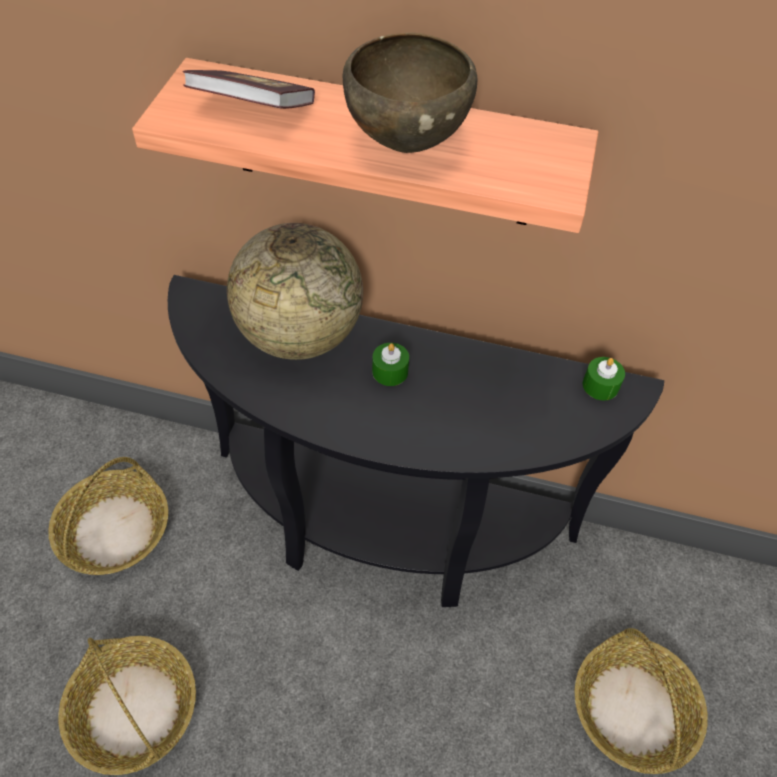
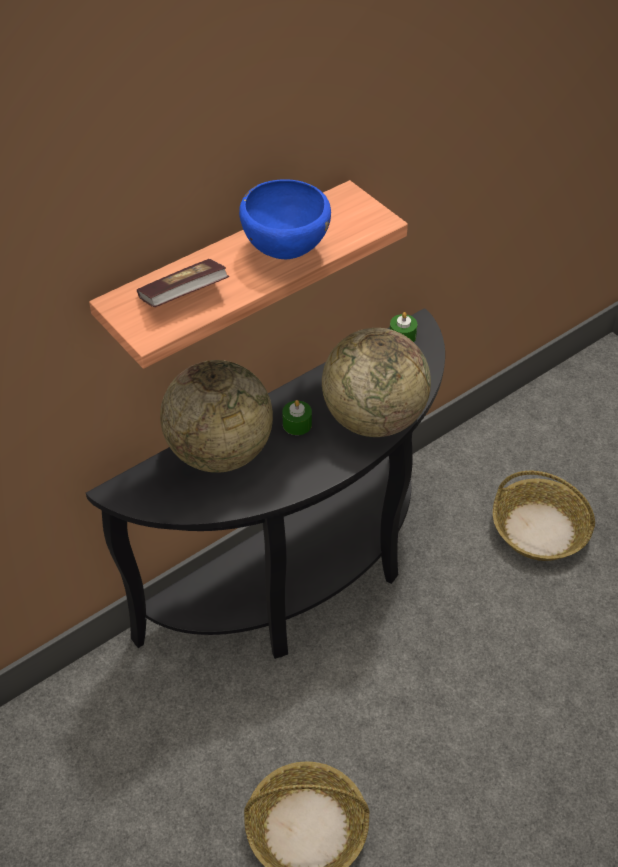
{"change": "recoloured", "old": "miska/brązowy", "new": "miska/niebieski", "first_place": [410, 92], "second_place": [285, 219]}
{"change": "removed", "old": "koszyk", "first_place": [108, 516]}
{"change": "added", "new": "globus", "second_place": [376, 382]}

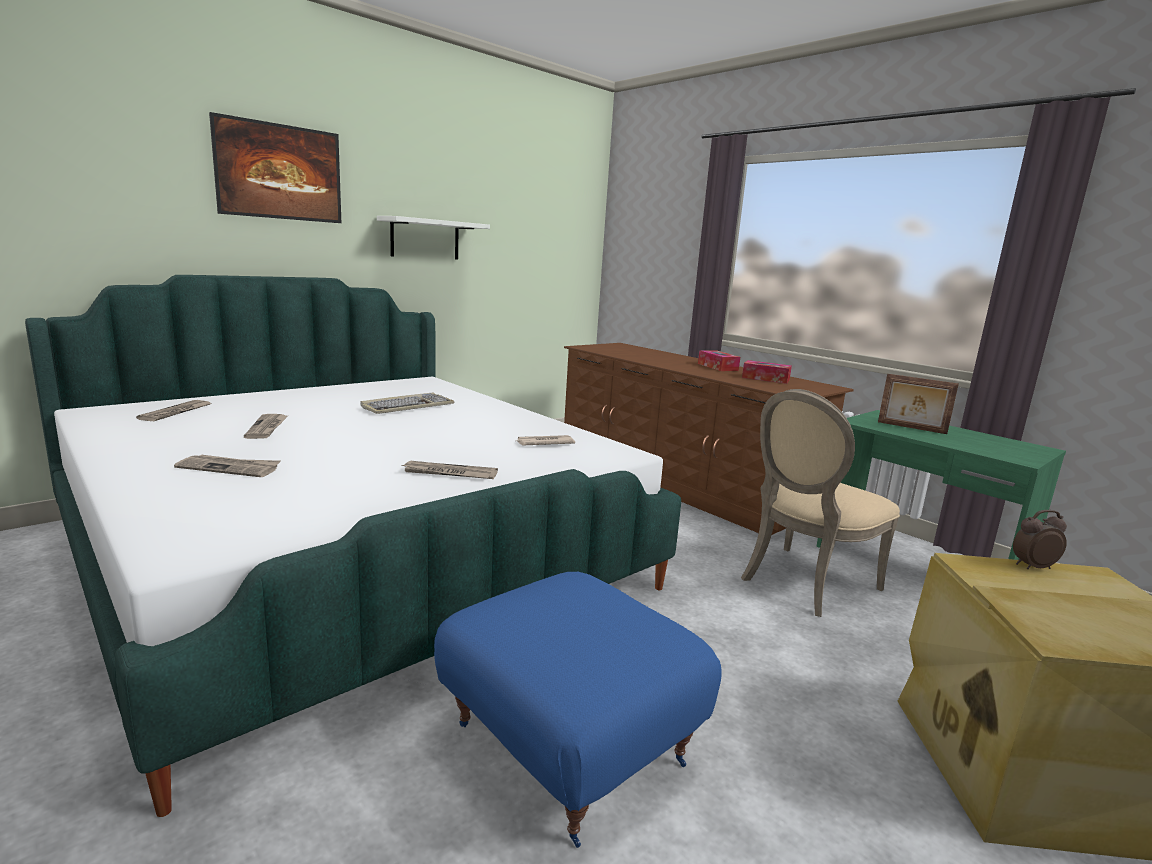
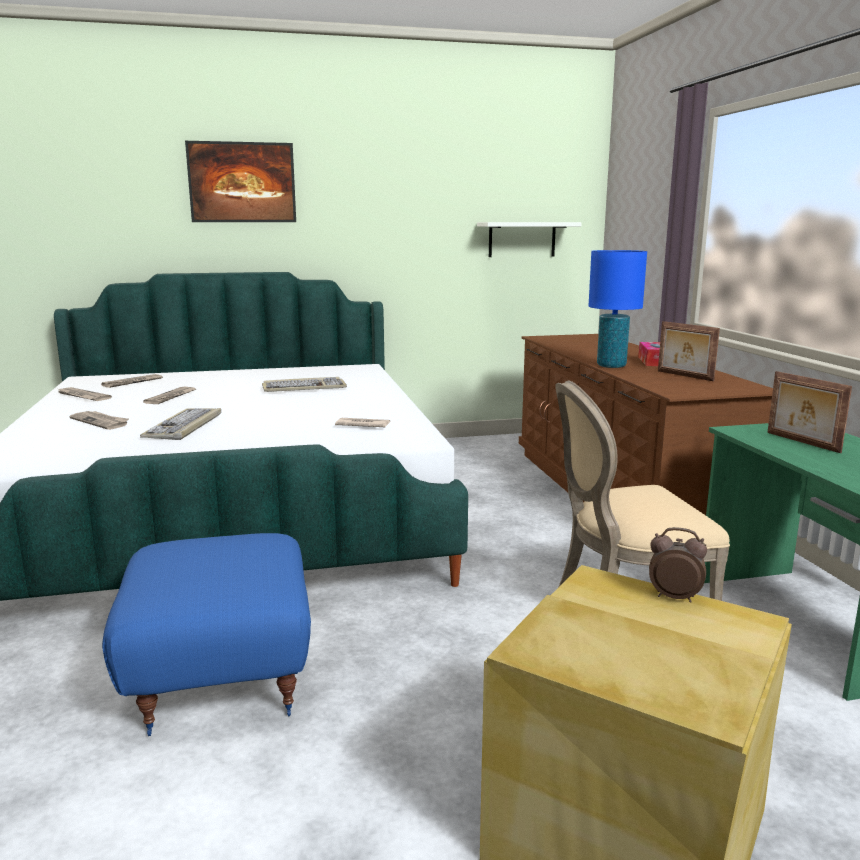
{"change": "moved", "old": "półka/biały", "first_place": [433, 238], "second_place": [529, 239]}
{"change": "replaced", "old": "pudełko chusteczek", "new": "ramka na zdjęcie", "first_place": [767, 372], "second_place": [689, 351]}
{"change": "moved", "old": "gazeta", "first_place": [449, 470], "second_place": [84, 394]}
{"change": "added", "new": "lampa stołowa/niebieski", "second_place": [618, 309]}
{"change": "added", "new": "klawiatura", "second_place": [180, 424]}

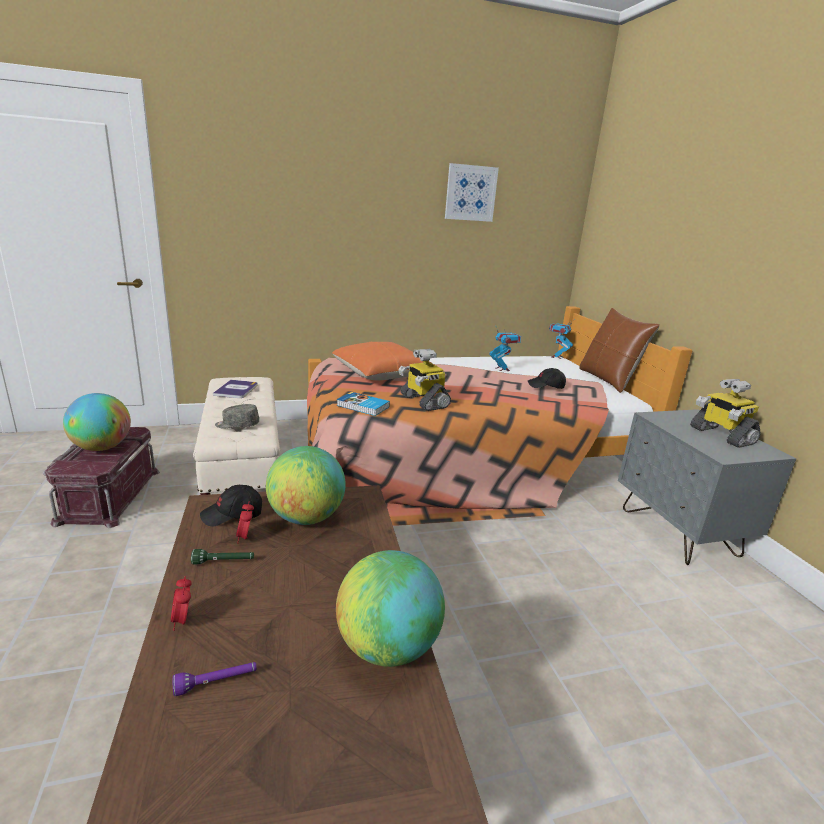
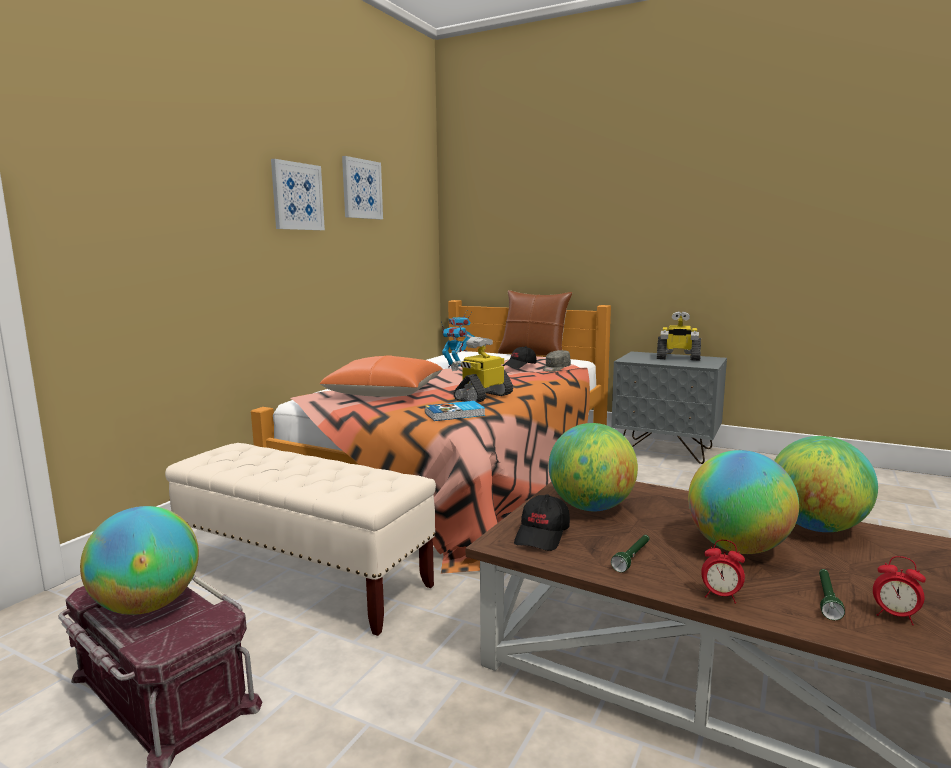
{"change": "turned", "old": "robot zabawkowy", "first_place": [424, 380], "second_place": [482, 370], "degrees": 120}
{"change": "removed", "old": "książka", "first_place": [235, 389]}
{"change": "moved", "old": "czapka z daszkiem/szary", "first_place": [237, 416], "second_place": [557, 361]}
{"change": "moved", "old": "budzik", "first_place": [245, 522], "second_place": [899, 590]}
{"change": "recoloured", "old": "latarka/fioletowy", "new": "latarka/zielony", "first_place": [215, 679], "second_place": [832, 594]}
{"change": "added", "new": "obraz", "second_place": [298, 194]}
{"change": "added", "new": "globus", "second_place": [743, 502]}

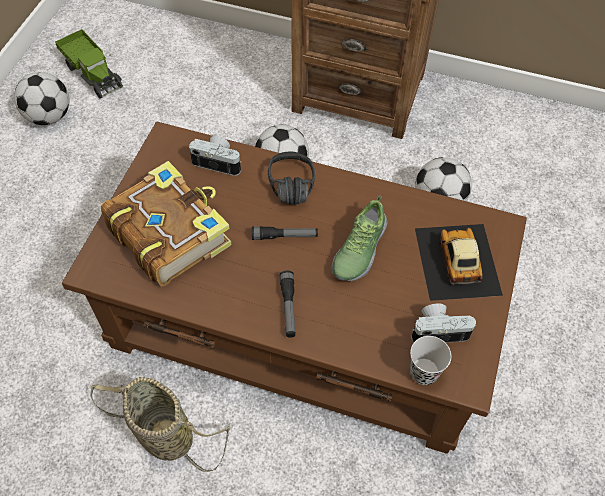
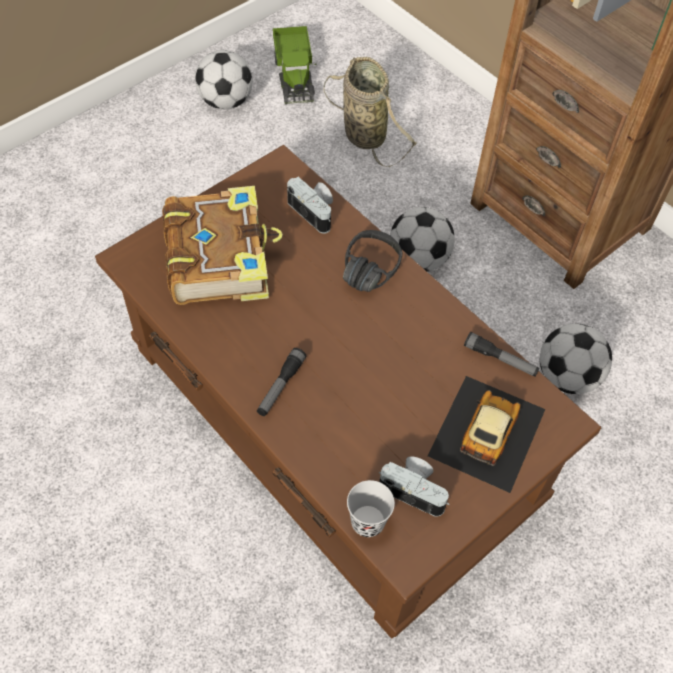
{"change": "removed", "old": "but", "first_place": [359, 238]}
{"change": "moved", "old": "latarka", "first_place": [285, 233], "second_place": [502, 354]}
{"change": "moved", "old": "koszyk", "first_place": [160, 424], "second_place": [370, 112]}

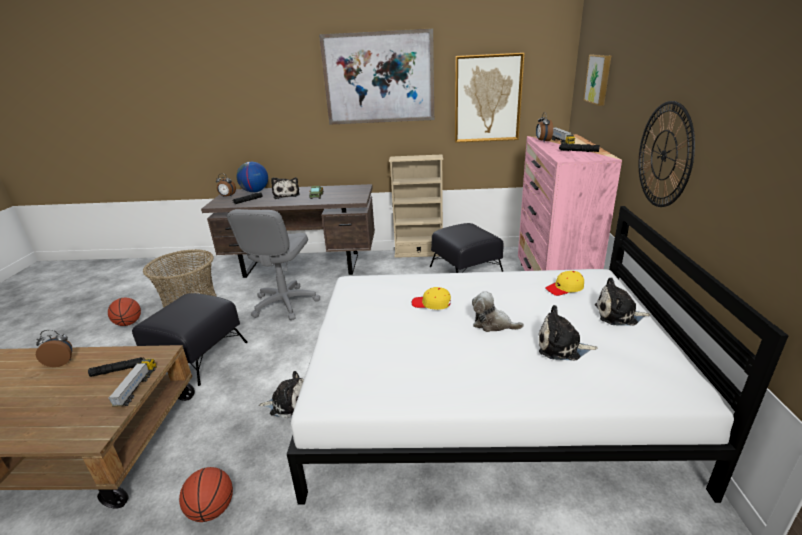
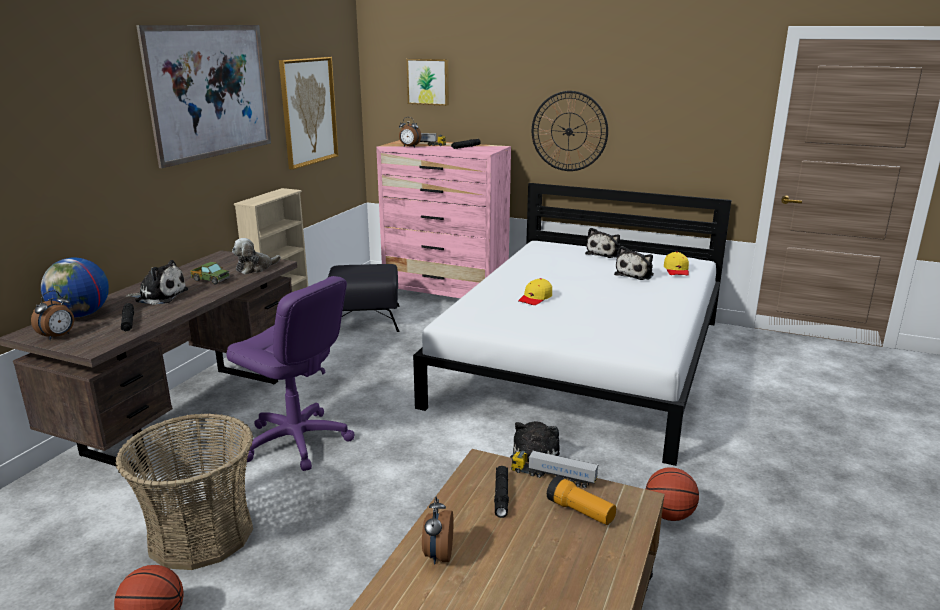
{"change": "recoloured", "old": "krzesło biurowe/szary", "new": "krzesło biurowe/fioletowy", "first_place": [273, 264], "second_place": [290, 373]}
{"change": "moved", "old": "czapka z daszkiem/żółty", "first_place": [564, 283], "second_place": [676, 264]}
{"change": "moved", "old": "pluszak", "first_place": [498, 311], "second_place": [256, 256]}
{"change": "removed", "old": "pufa/czarny", "first_place": [190, 339]}
{"change": "added", "new": "latarka", "second_place": [581, 500]}

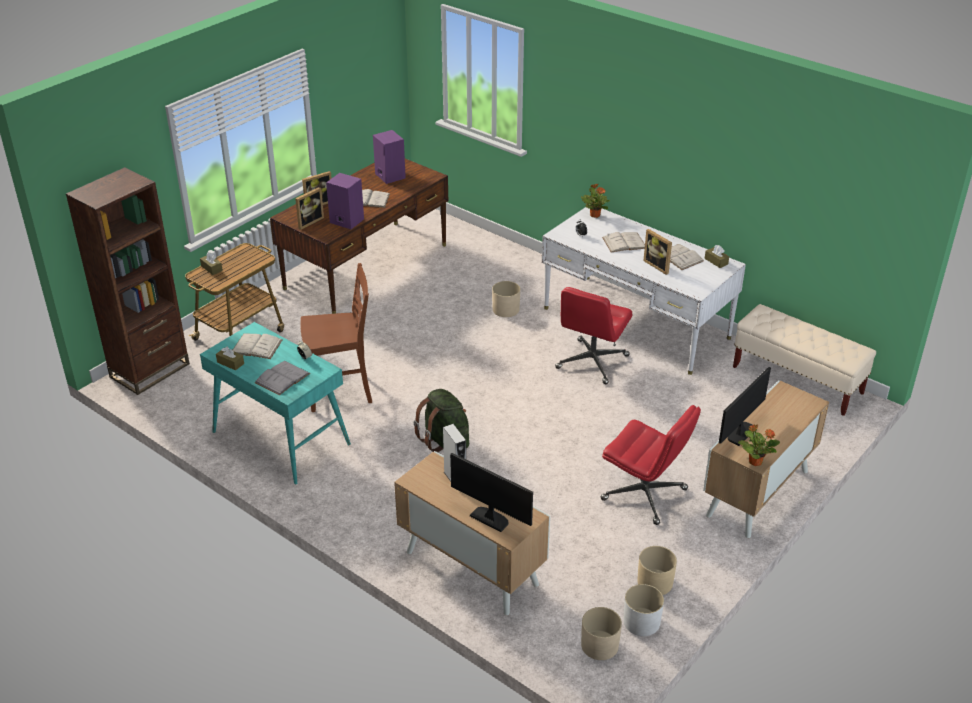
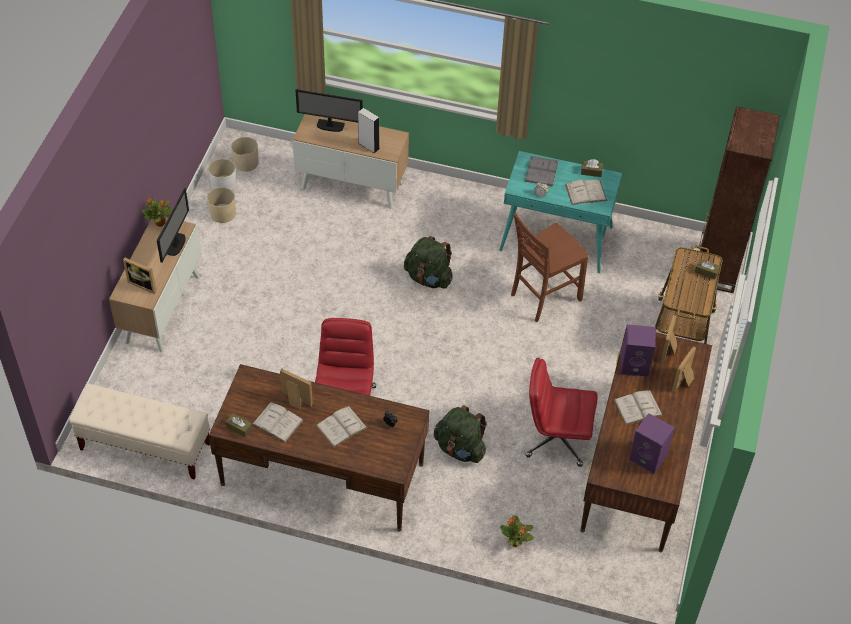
{"change": "moved", "old": "roślina doniczkowa", "first_place": [595, 201], "second_place": [517, 531]}
{"change": "recoloured", "old": "biurko/biały", "new": "biurko/brązowy", "first_place": [644, 291], "second_place": [319, 448]}
{"change": "replaced", "old": "donica/beżowy", "new": "plecak/zielony", "first_place": [506, 299], "second_place": [460, 434]}
{"change": "moved", "old": "krzesło biurowe/czerwony", "first_place": [651, 465], "second_place": [561, 412]}
{"change": "added", "new": "ramka na zdjęcie", "second_place": [139, 276]}

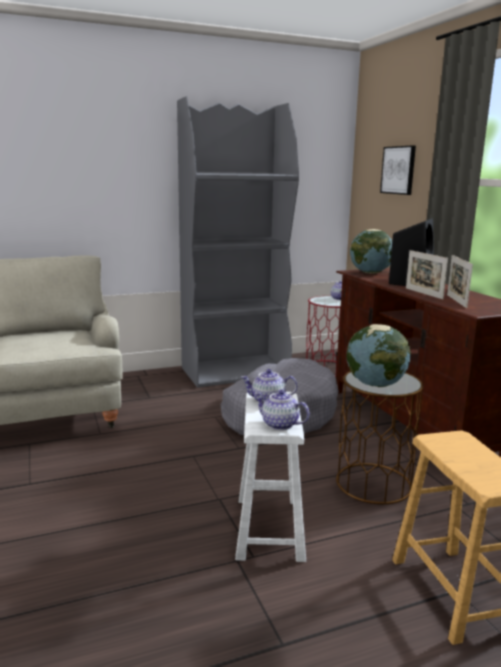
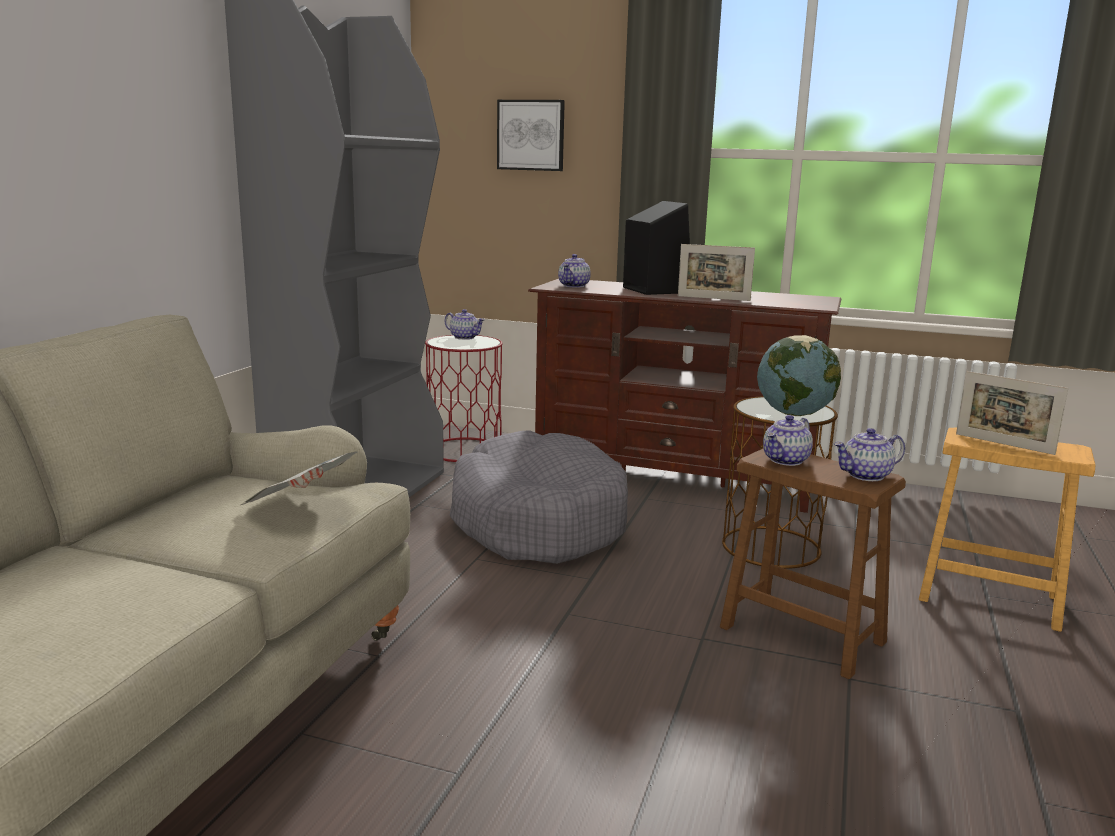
{"change": "replaced", "old": "globus", "new": "imbryk", "first_place": [371, 251], "second_place": [574, 271]}
{"change": "moved", "old": "ramka na zdjęcie", "first_place": [460, 281], "second_place": [1012, 413]}
{"change": "recoloured", "old": "stołek/biały", "new": "stołek/brązowy", "first_place": [270, 477], "second_place": [813, 563]}
{"change": "added", "new": "gazeta", "second_place": [299, 478]}

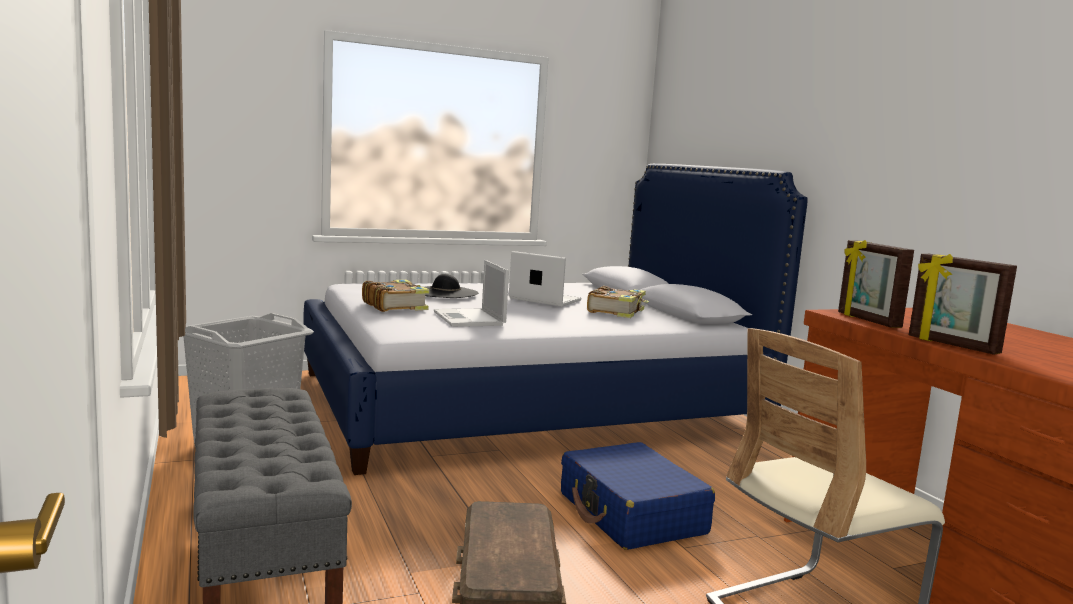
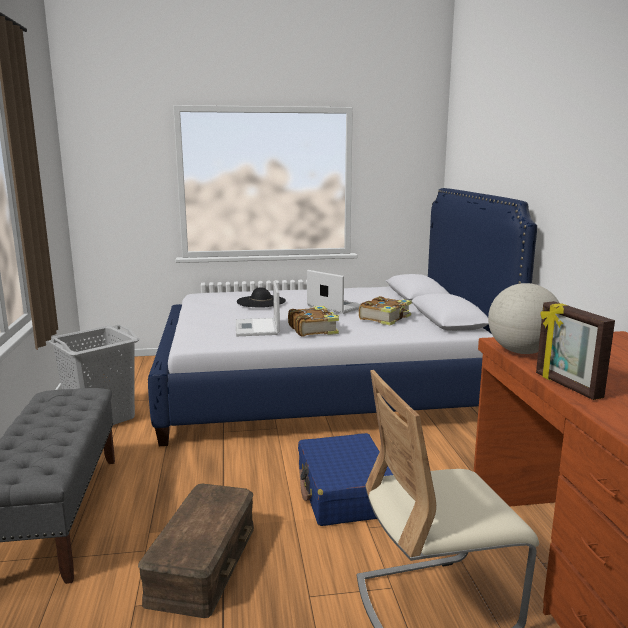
{"change": "replaced", "old": "ramka na zdjęcie", "new": "globus", "first_place": [876, 284], "second_place": [523, 318]}
{"change": "moved", "old": "książka", "first_place": [395, 296], "second_place": [313, 321]}

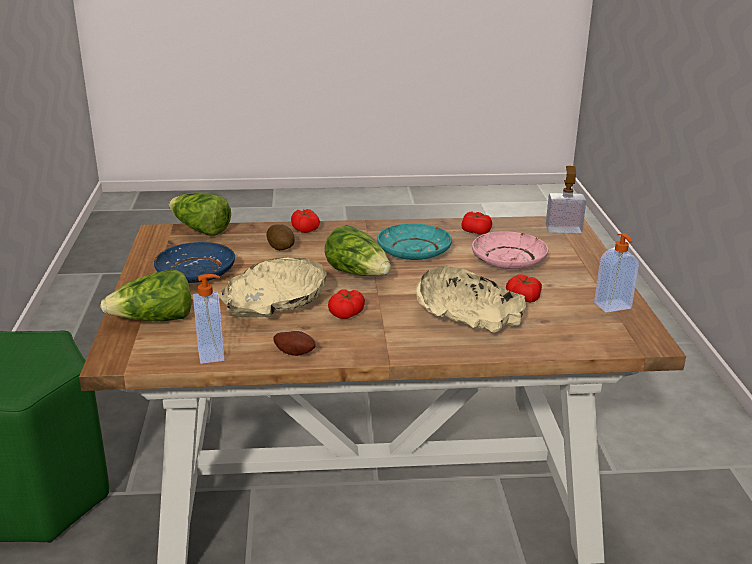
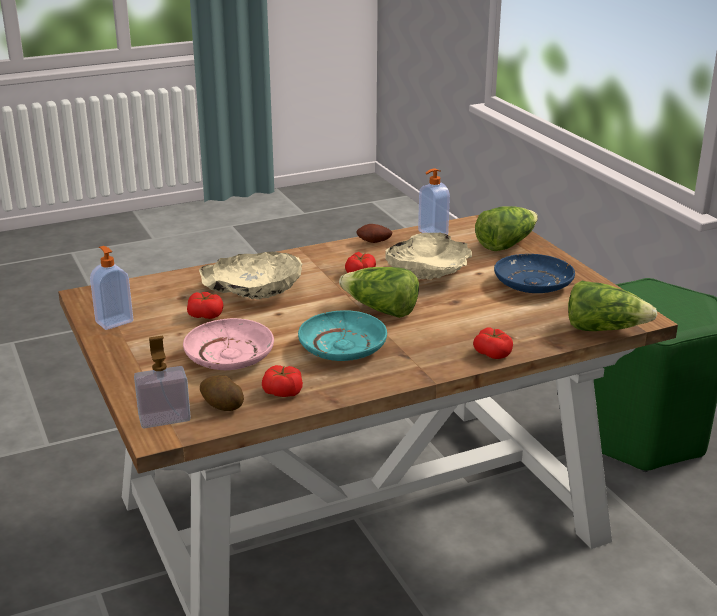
{"change": "moved", "old": "ziemniak", "first_place": [280, 237], "second_place": [222, 393]}

